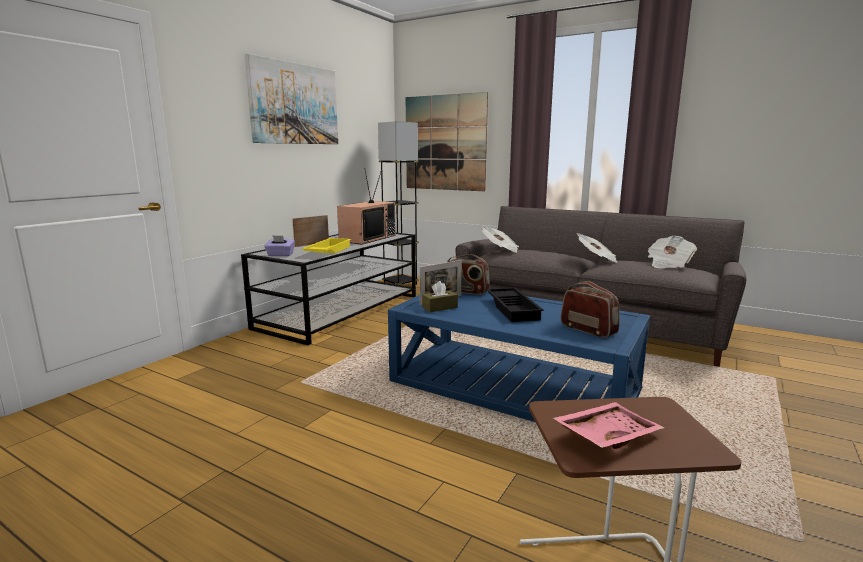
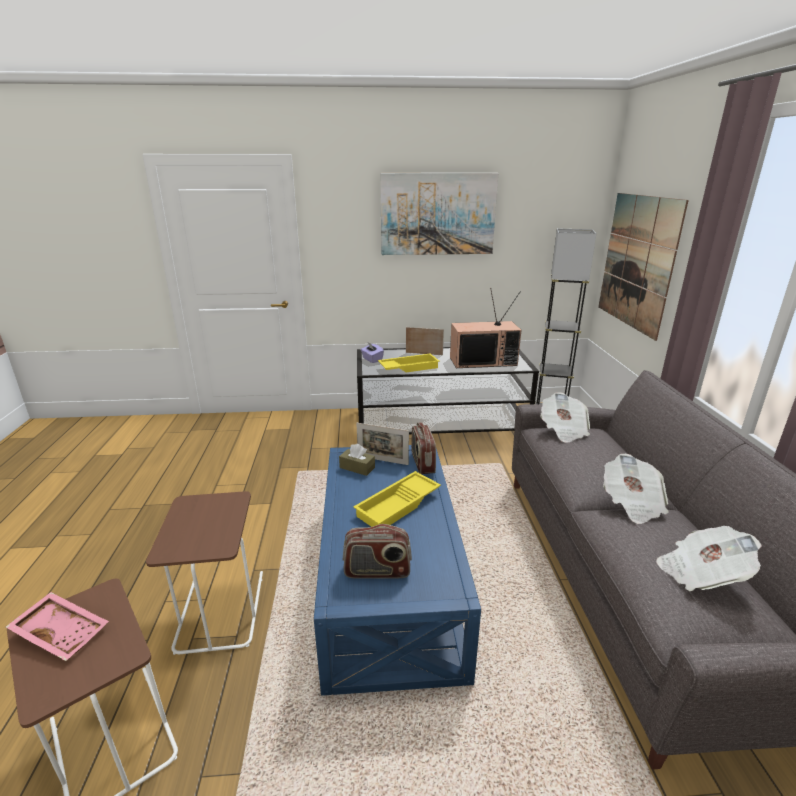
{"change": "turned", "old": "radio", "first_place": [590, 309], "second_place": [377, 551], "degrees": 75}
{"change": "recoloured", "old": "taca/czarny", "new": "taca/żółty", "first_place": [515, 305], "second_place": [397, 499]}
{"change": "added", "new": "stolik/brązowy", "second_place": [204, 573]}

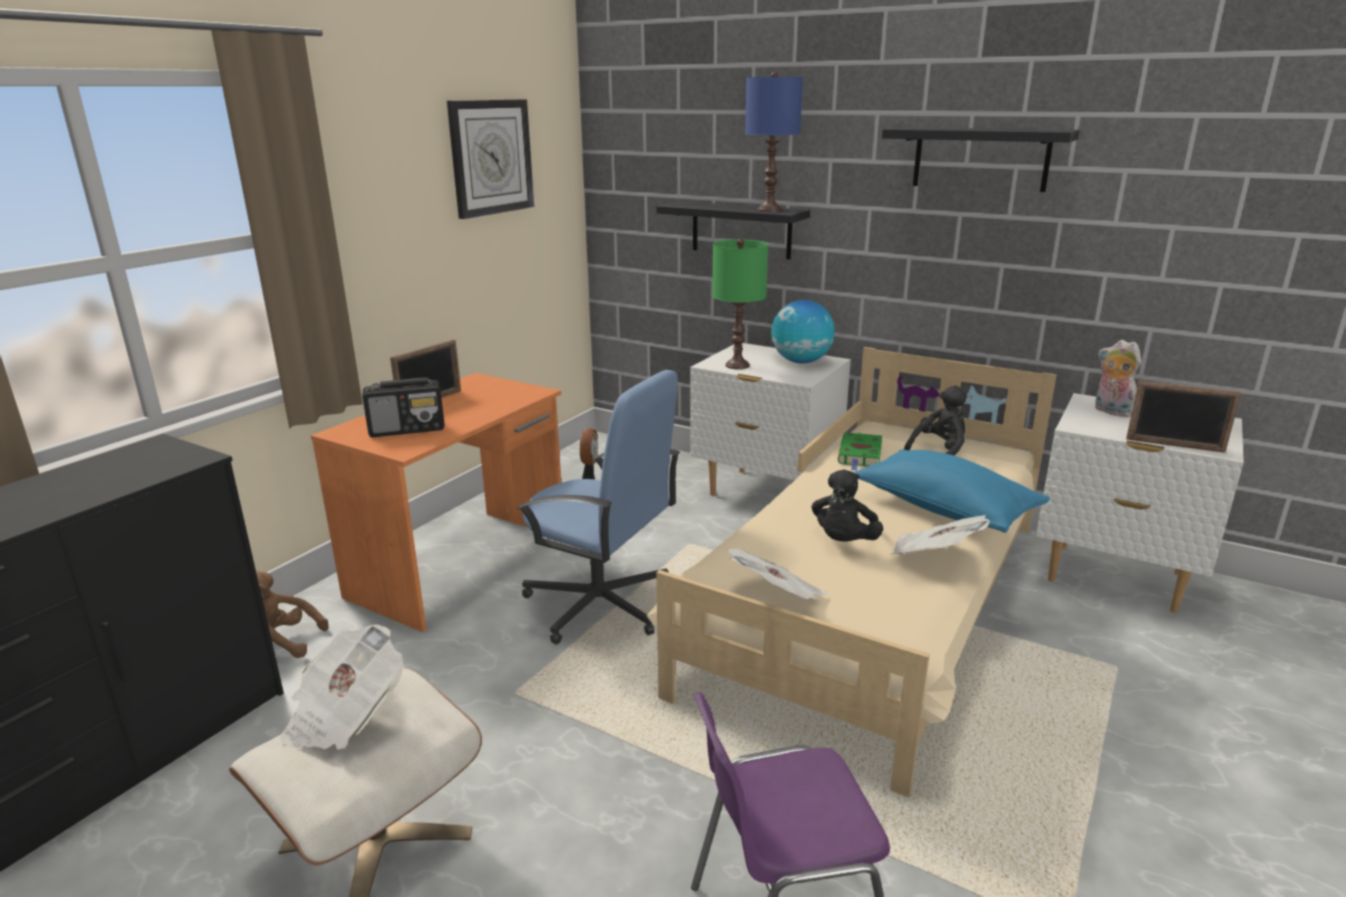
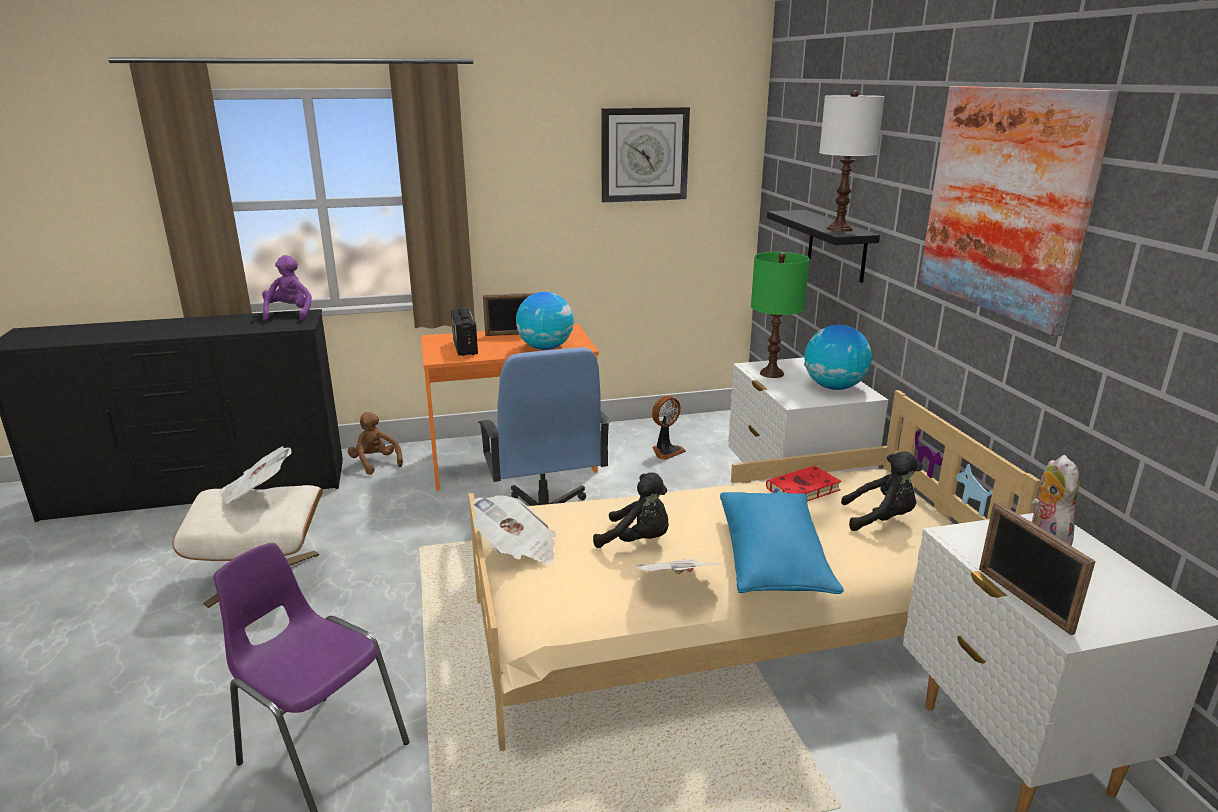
{"change": "recoloured", "old": "lampa stołowa/niebieski", "new": "lampa stołowa/biały", "first_place": [774, 142], "second_place": [852, 161]}
{"change": "replaced", "old": "półka/czarny", "new": "obraz", "first_place": [981, 159], "second_place": [1018, 211]}
{"change": "turned", "old": "radio", "first_place": [403, 407], "second_place": [464, 331], "degrees": 45}
{"change": "recoloured", "old": "książka/zielony", "new": "książka/czerwony", "first_place": [860, 451], "second_place": [804, 483]}
{"change": "turned", "old": "pluszak/czarny", "first_place": [847, 505], "second_place": [631, 510], "degrees": -135}
{"change": "added", "new": "pluszak/fioletowy", "second_place": [287, 288]}
{"change": "added", "new": "globus", "second_place": [545, 321]}

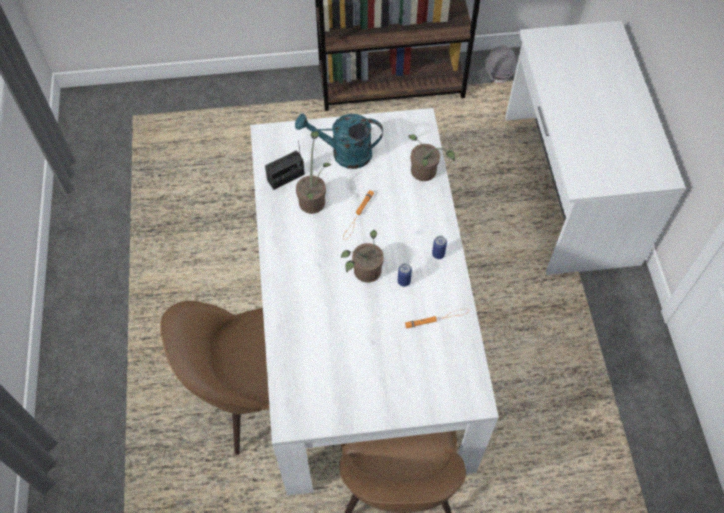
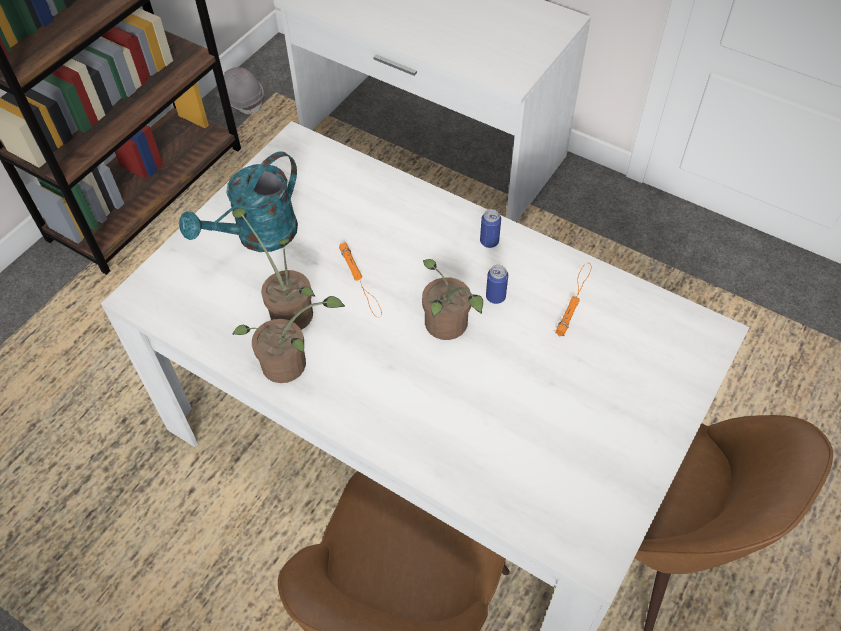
{"change": "moved", "old": "roślina doniczkowa", "first_place": [431, 158], "second_place": [288, 339]}
{"change": "removed", "old": "radio", "first_place": [285, 165]}

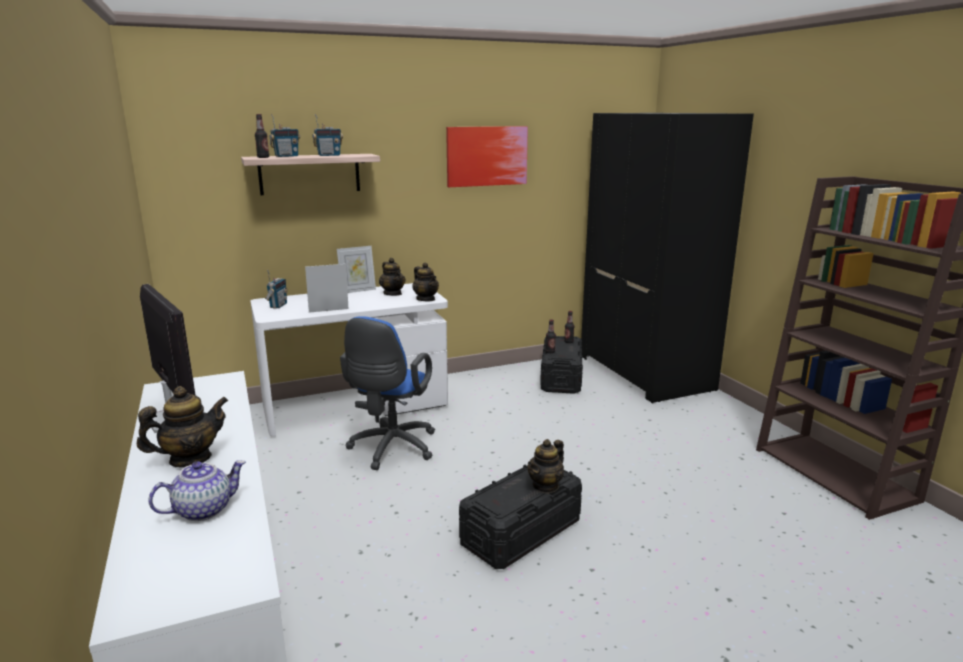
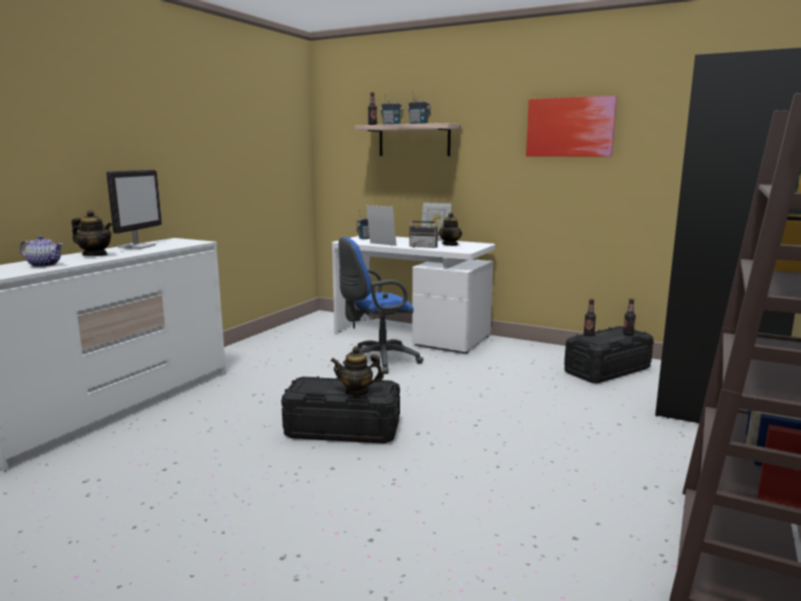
{"change": "removed", "old": "imbryk", "first_place": [425, 281]}
{"change": "added", "new": "radio", "second_place": [424, 232]}

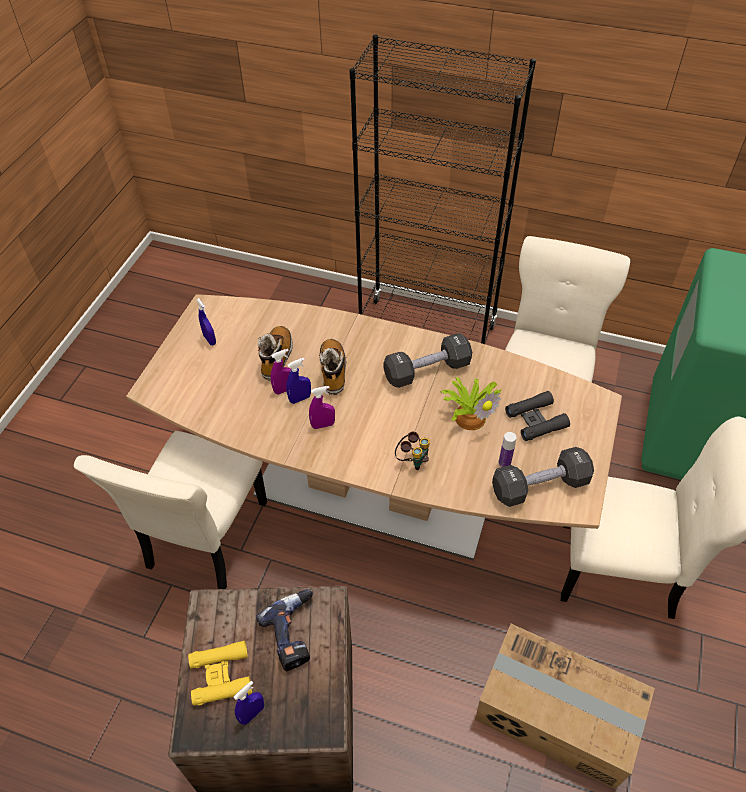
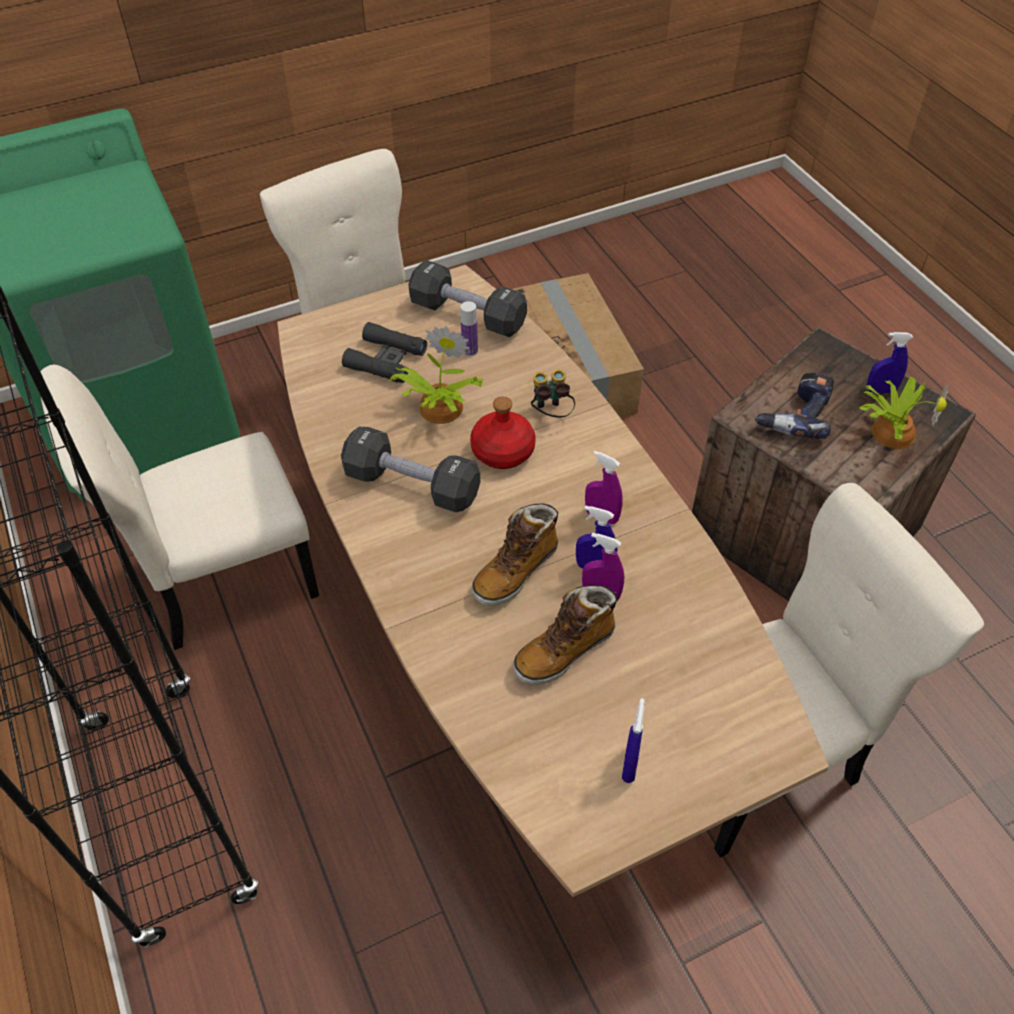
{"change": "replaced", "old": "lornetka/żółty", "new": "roślina doniczkowa", "first_place": [220, 673], "second_place": [904, 413]}
{"change": "added", "new": "butelka/czerwony", "second_place": [502, 433]}

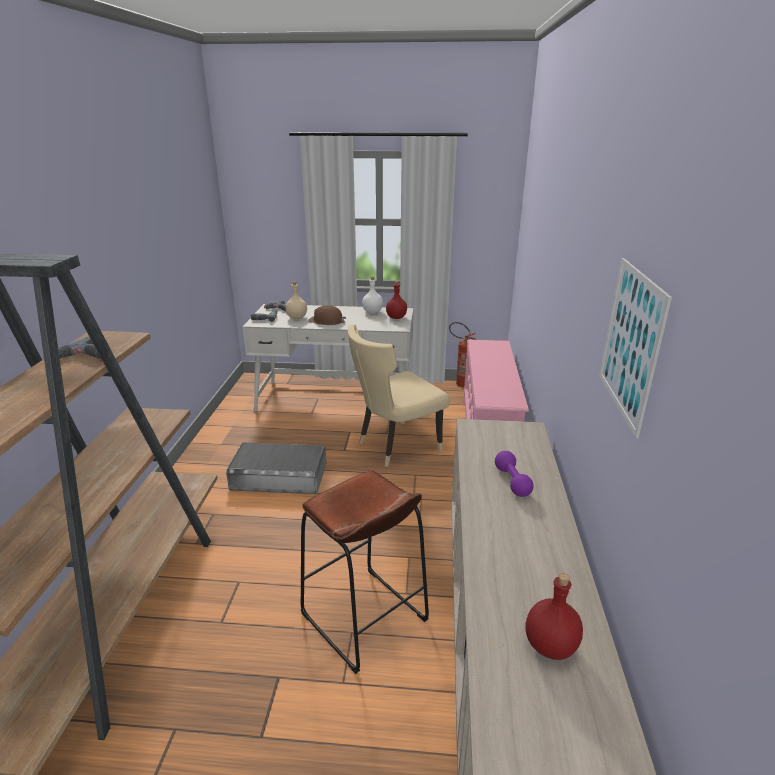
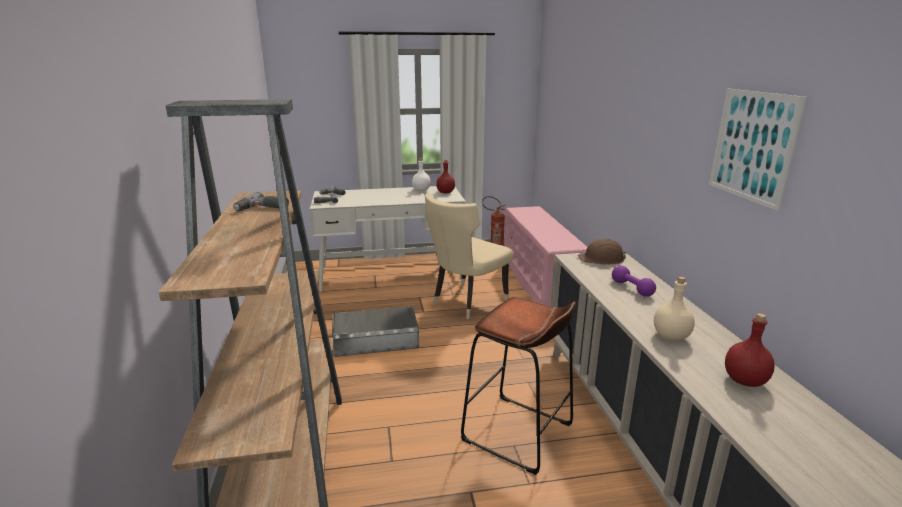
{"change": "moved", "old": "butelka/beżowy", "first_place": [296, 300], "second_place": [674, 309]}
{"change": "moved", "old": "kask/brązowy", "first_place": [327, 315], "second_place": [602, 251]}

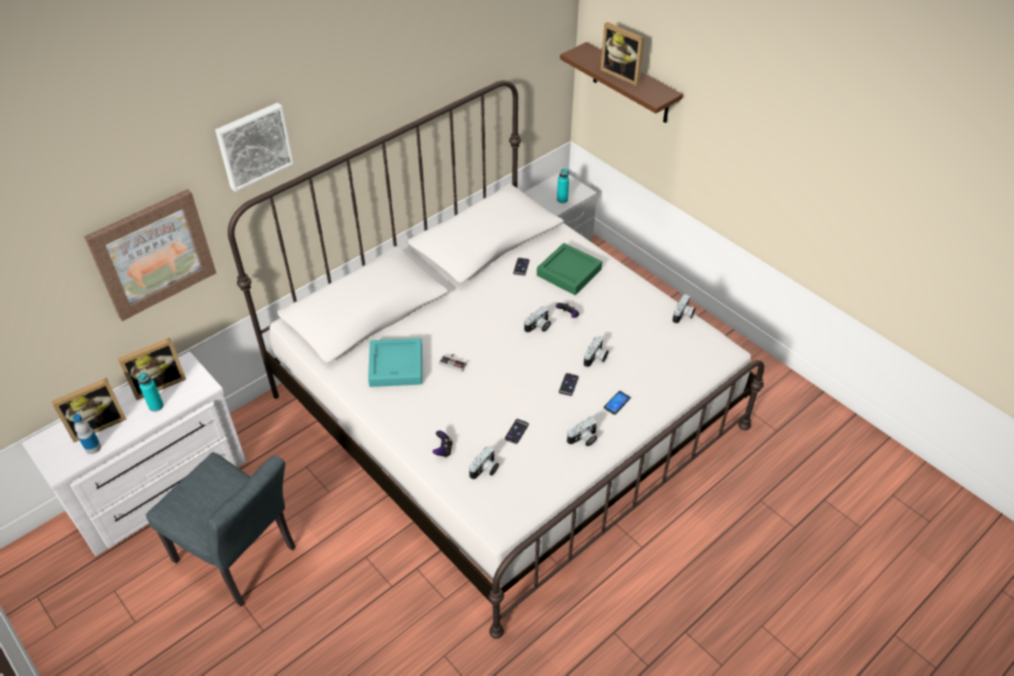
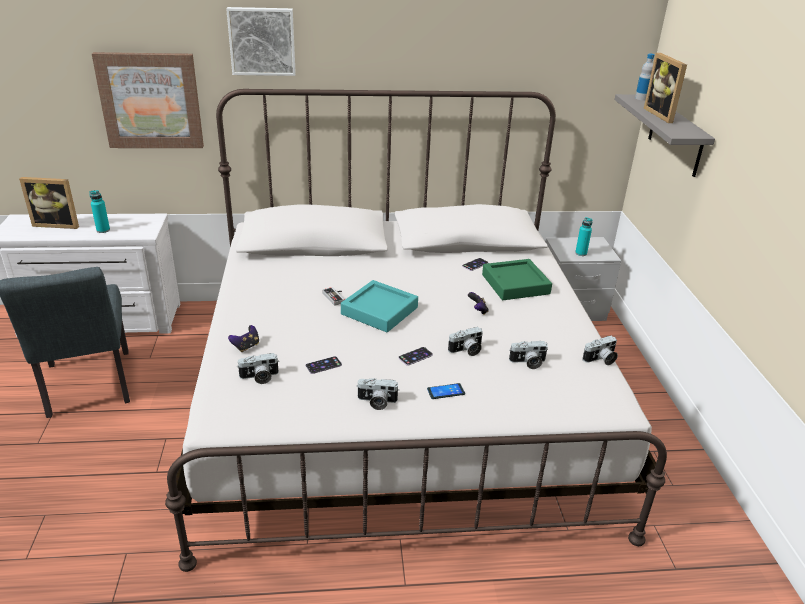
{"change": "recoloured", "old": "półka/brązowy", "new": "półka/szary", "first_place": [621, 82], "second_place": [665, 135]}
{"change": "moved", "old": "aparat fotograficzny", "first_place": [537, 319], "second_place": [528, 355]}
{"change": "removed", "old": "ramka na zdjęcie", "first_place": [152, 369]}
{"change": "moved", "old": "taca/turkusowy", "first_place": [395, 362], "second_place": [379, 306]}
{"change": "moved", "old": "butelka", "first_place": [87, 434], "second_place": [645, 77]}

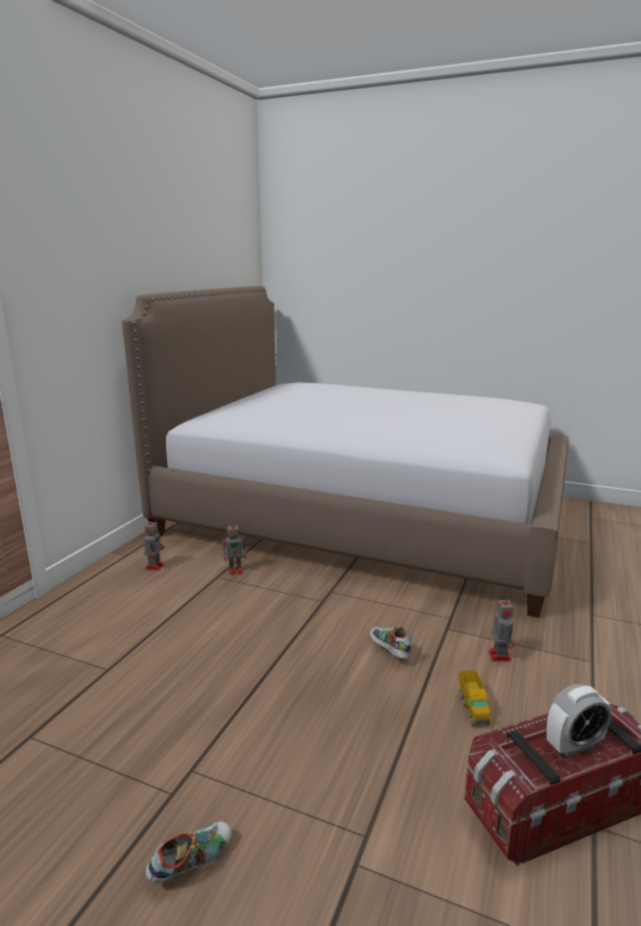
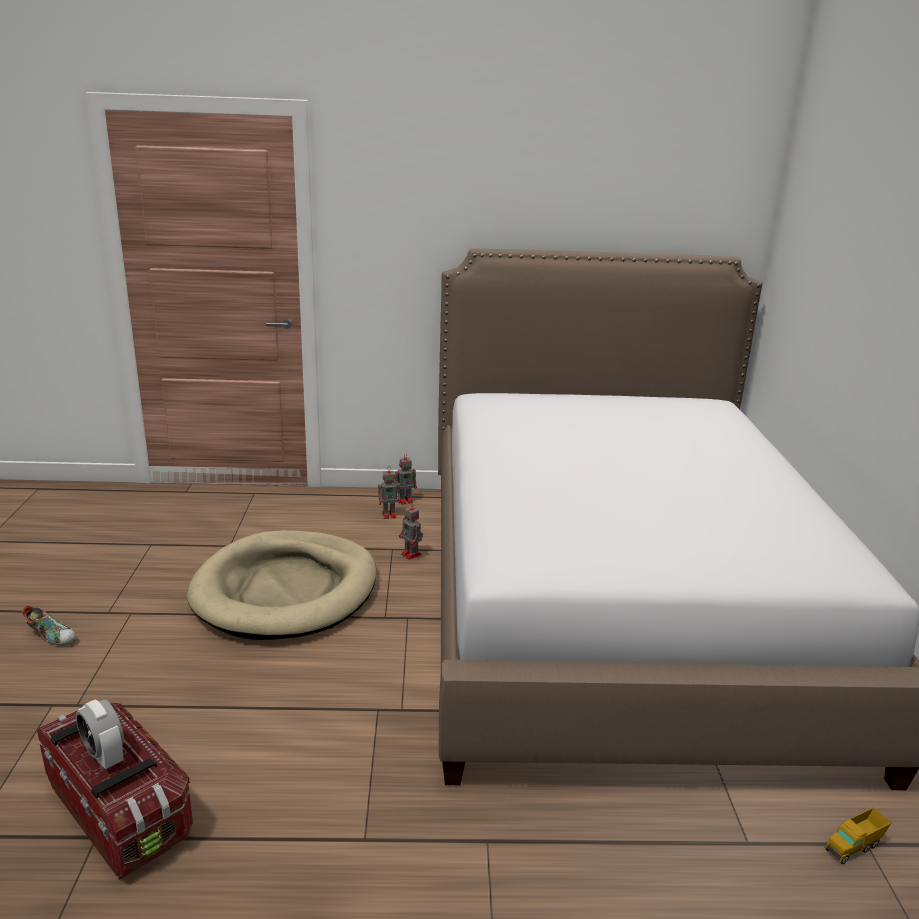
{"change": "moved", "old": "robot zabawkowy", "first_place": [501, 628], "second_place": [406, 479]}
{"change": "removed", "old": "but", "first_place": [391, 643]}
{"change": "moved", "old": "ciężarówka zabawkowa", "first_place": [475, 698], "second_place": [858, 836]}
{"change": "added", "new": "legowisko/beżowy", "second_place": [281, 585]}

